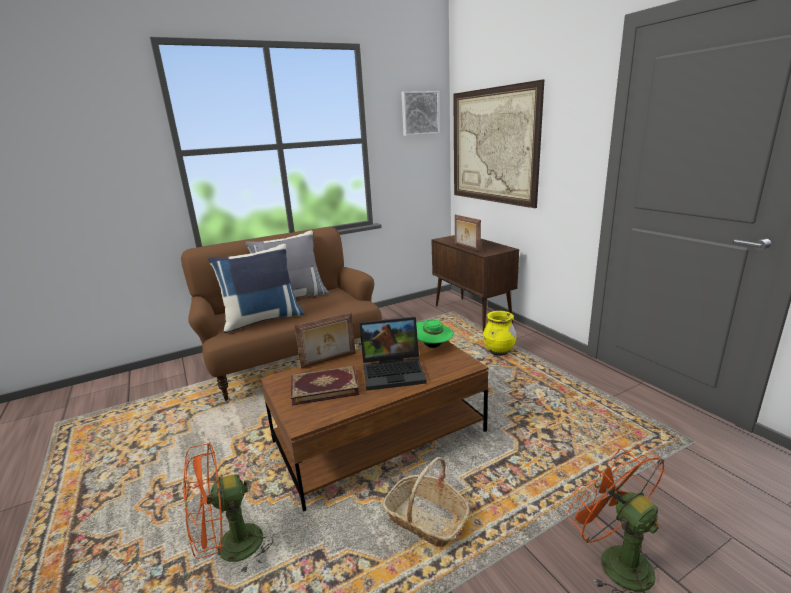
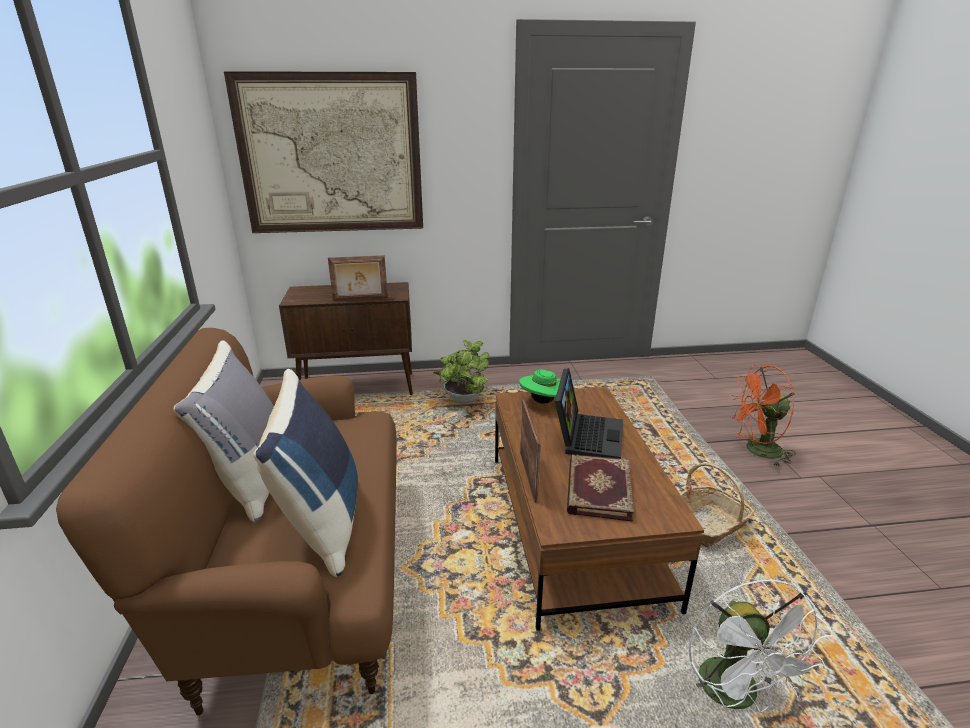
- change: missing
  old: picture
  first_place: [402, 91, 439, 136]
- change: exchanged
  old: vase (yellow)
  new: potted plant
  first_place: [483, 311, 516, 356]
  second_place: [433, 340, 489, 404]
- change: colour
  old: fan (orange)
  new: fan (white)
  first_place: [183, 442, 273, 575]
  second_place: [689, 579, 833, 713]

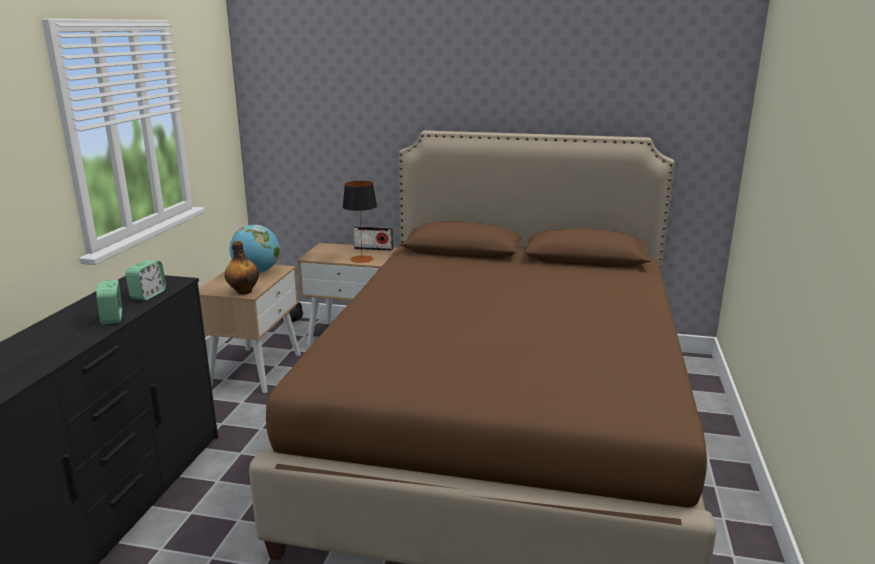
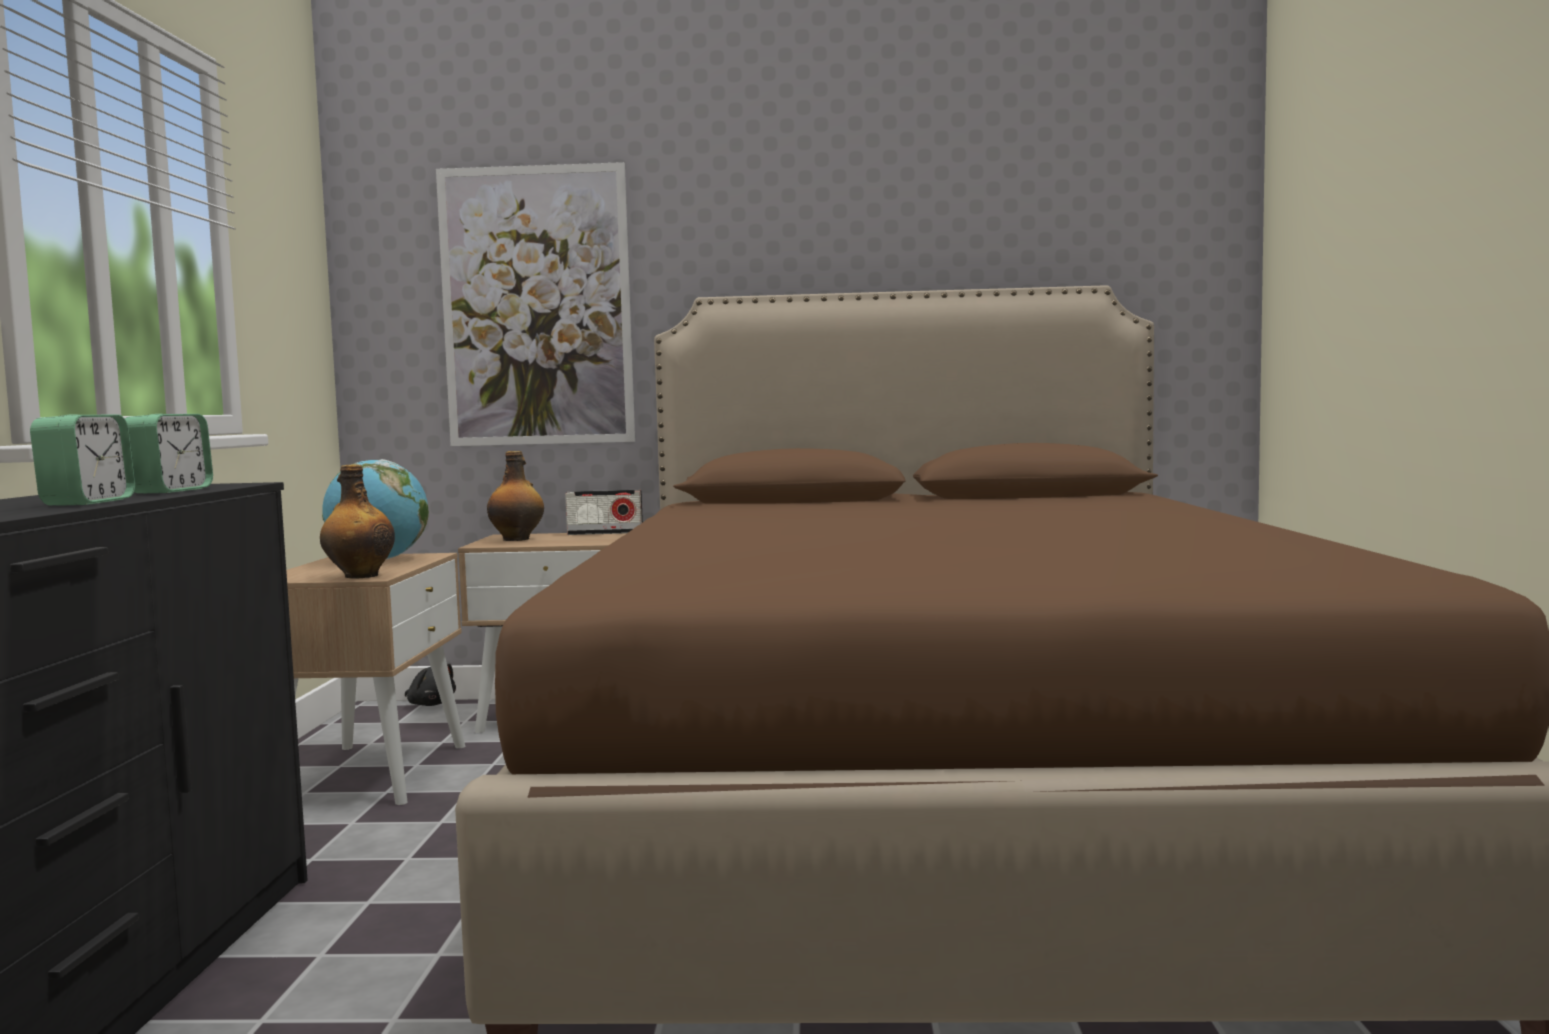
- change: missing
  old: table lamp
  first_place: [342, 181, 377, 263]
- change: appeared
  new: picture
  second_place: [436, 162, 635, 446]
- change: appeared
  new: bottle
  second_place: [487, 451, 544, 541]
- change: spun
  old: alarm clock
  first_place: [96, 280, 122, 325]
  second_place: [30, 414, 135, 506]
  degrees: -150

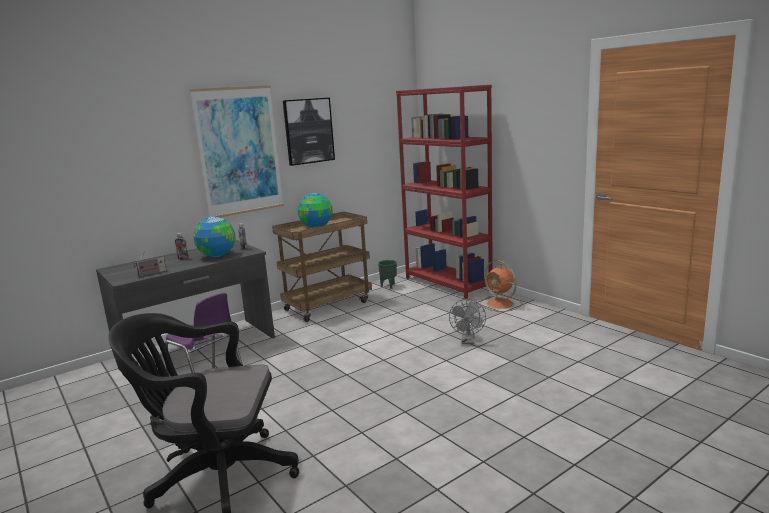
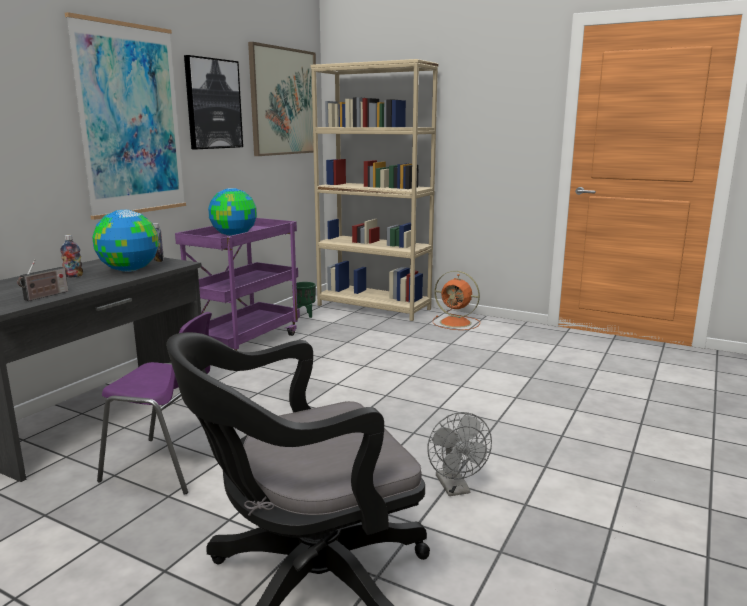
- change: appeared
  new: picture
  second_place: [248, 42, 316, 156]
- change: relocated
  old: fan (grey)
  first_place: [449, 299, 486, 344]
  second_place: [427, 412, 492, 496]
- change: colour
  old: cart (brown)
  new: cart (purple)
  first_place: [272, 211, 372, 322]
  second_place: [175, 218, 300, 350]
- change: colour
  old: bookcase (red)
  new: bookcase (beige)
  first_place: [396, 85, 493, 299]
  second_place: [311, 59, 439, 321]

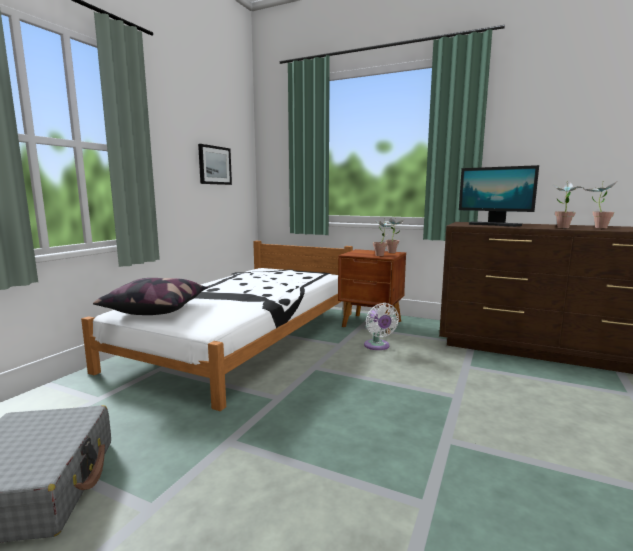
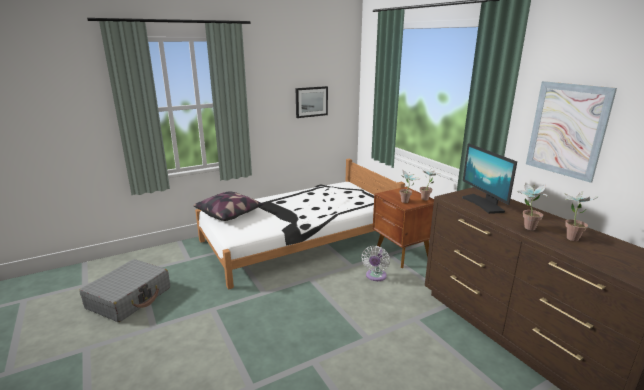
- change: appeared
  new: picture
  second_place: [526, 81, 617, 183]

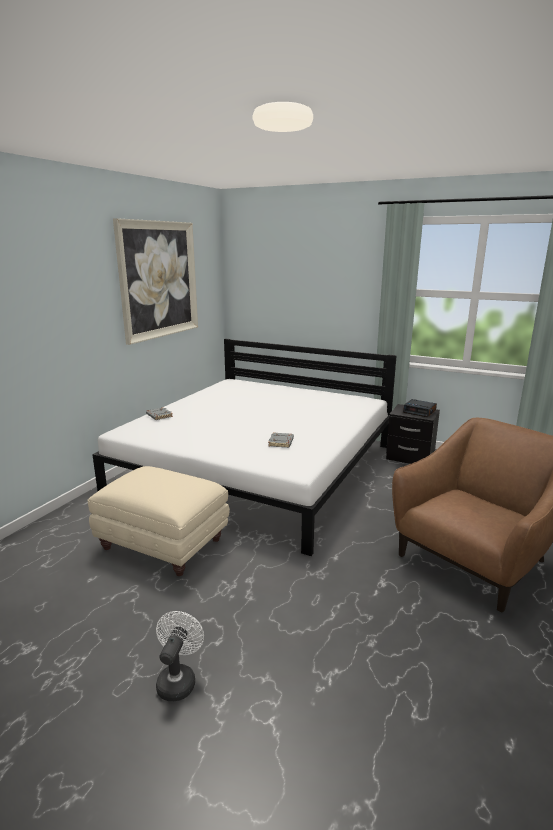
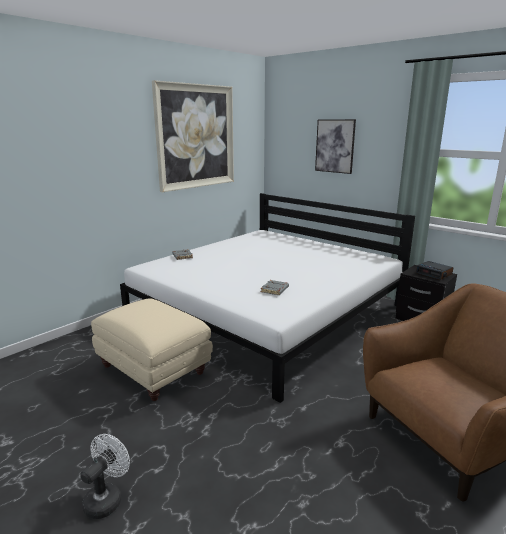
- change: appeared
  new: picture
  second_place: [315, 119, 356, 174]

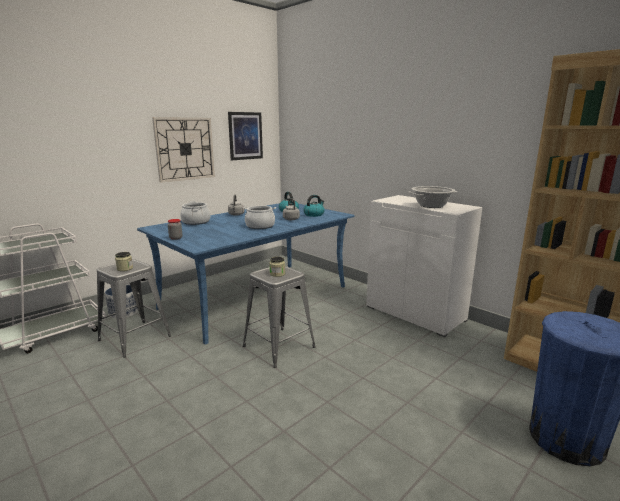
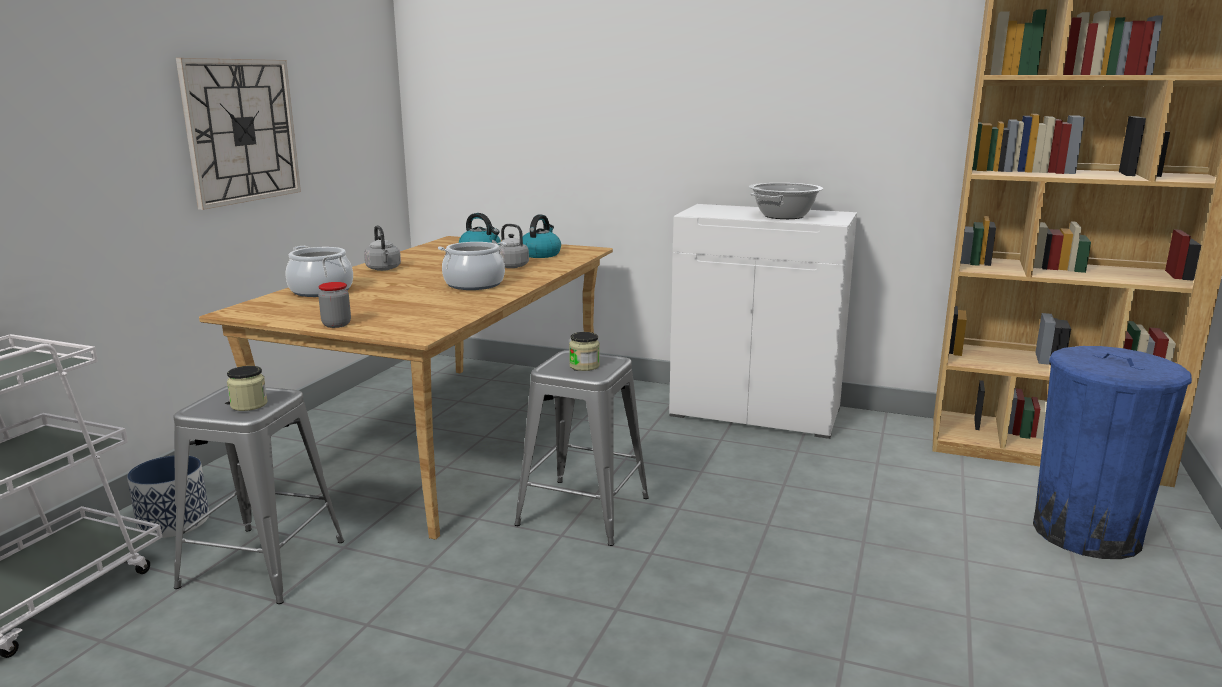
- change: missing
  old: picture
  first_place: [228, 112, 263, 160]
- change: colour
  old: dining table (blue)
  new: dining table (beige)
  first_place: [137, 203, 355, 345]
  second_place: [199, 236, 613, 540]

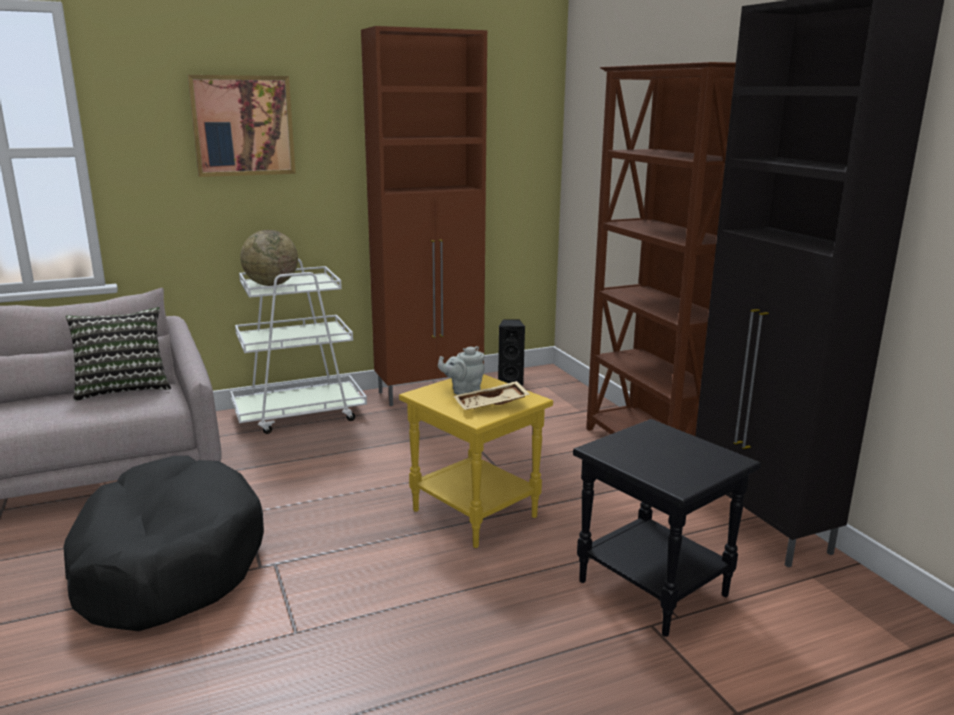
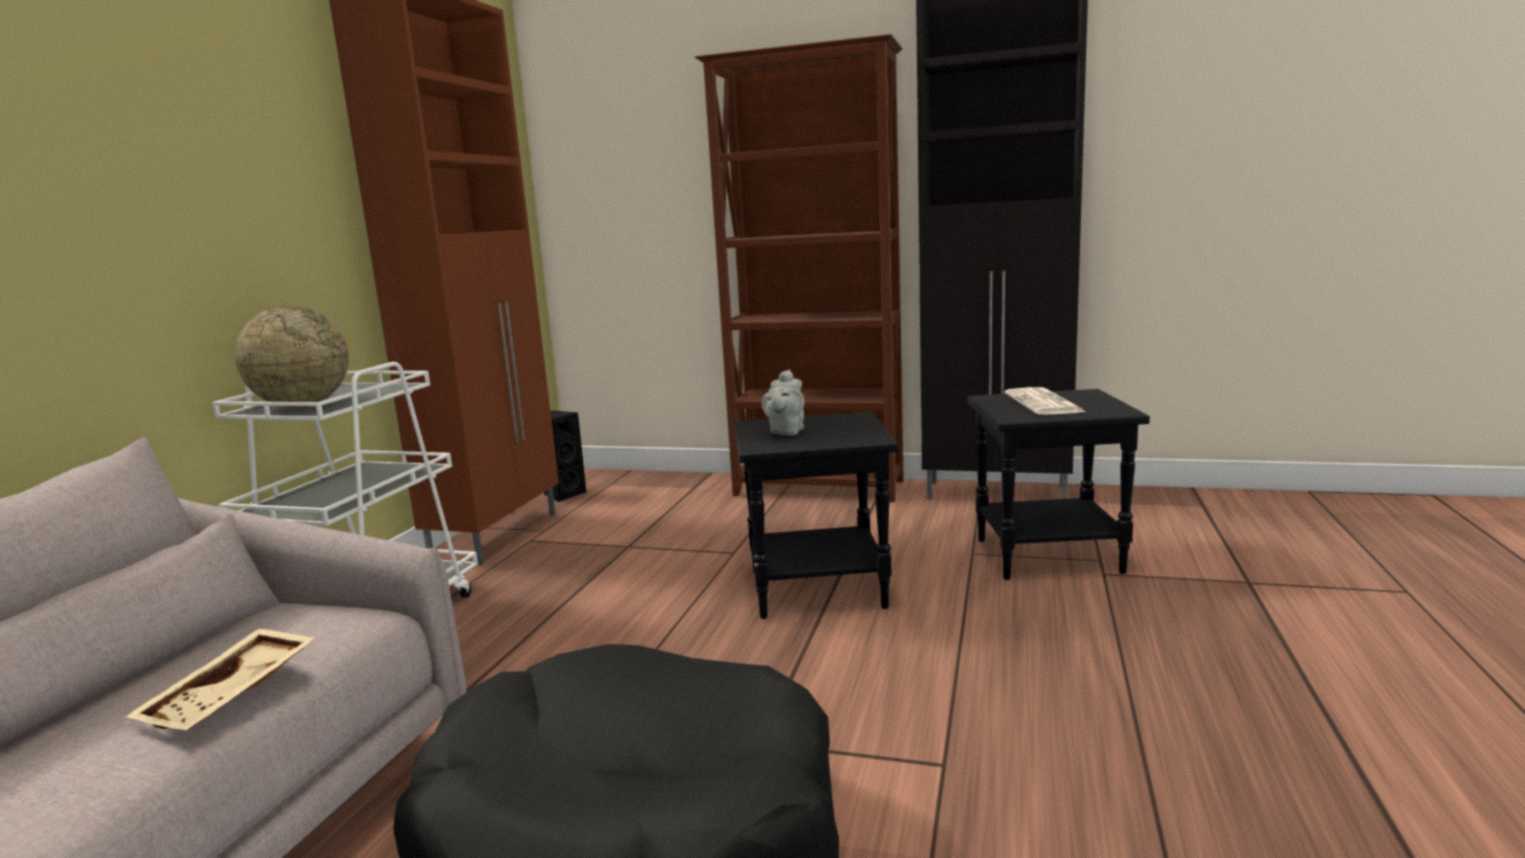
- change: missing
  old: pillow
  first_place: [66, 307, 171, 401]
- change: missing
  old: picture
  first_place: [188, 75, 296, 177]
- change: appeared
  new: newspaper
  second_place: [1005, 387, 1085, 415]
- change: relocated
  old: tray (beige)
  first_place: [454, 381, 530, 410]
  second_place: [126, 628, 315, 730]
- change: colour
  old: side table (yellow)
  new: side table (black)
  first_place: [399, 374, 553, 548]
  second_place: [734, 412, 899, 619]

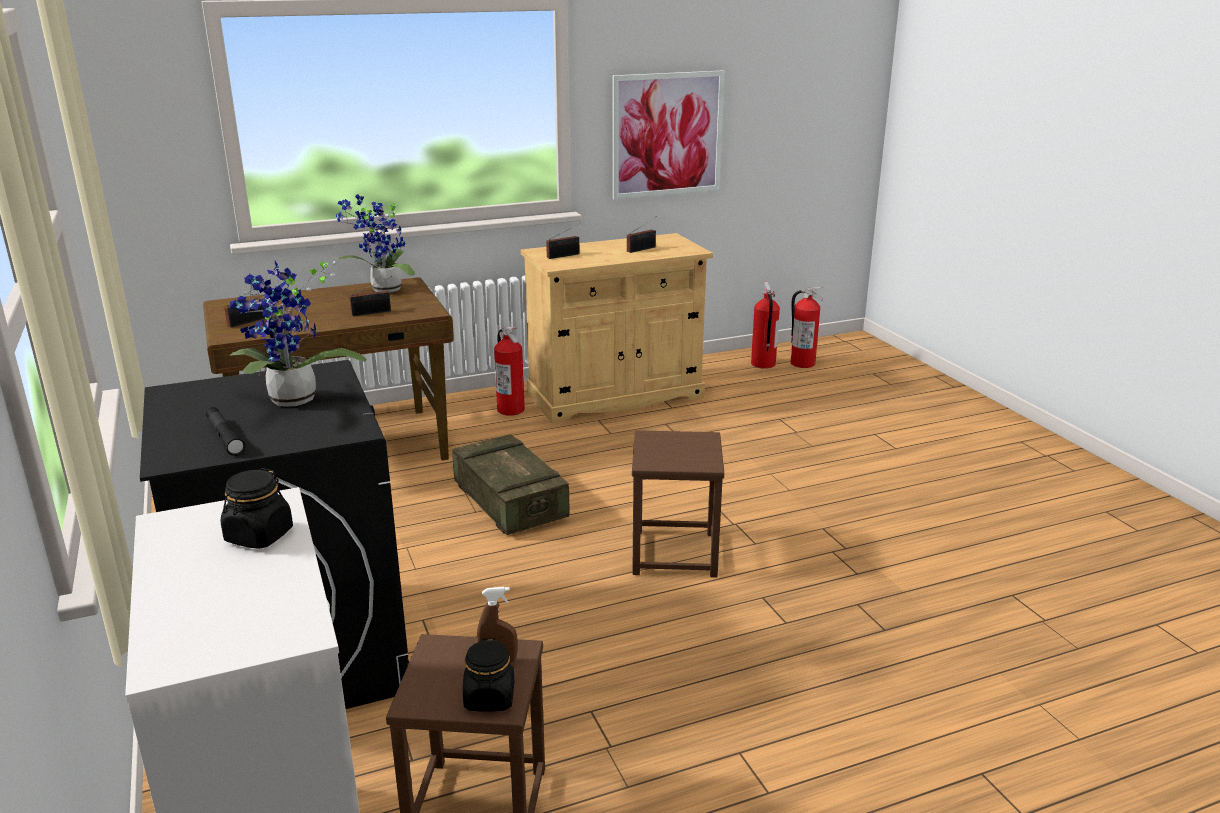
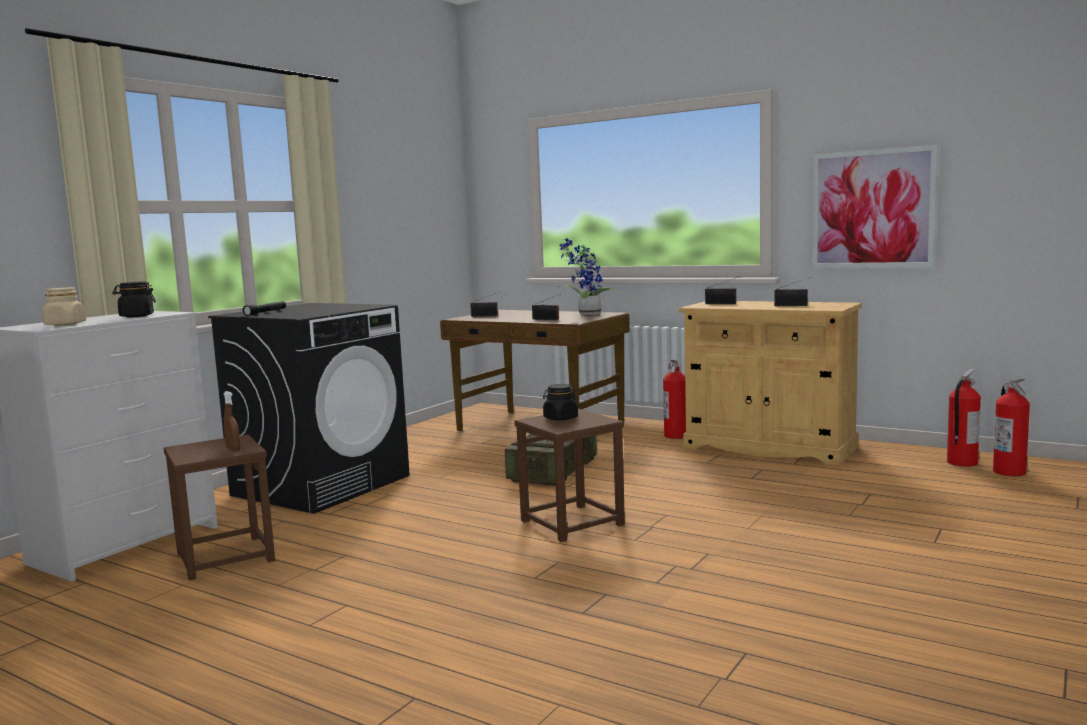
- change: missing
  old: potted plant
  first_place: [230, 261, 366, 406]
- change: appeared
  new: jar (beige)
  second_place: [42, 287, 86, 326]
- change: relocated
  old: jar (black)
  first_place: [463, 638, 514, 712]
  second_place: [543, 384, 578, 421]

